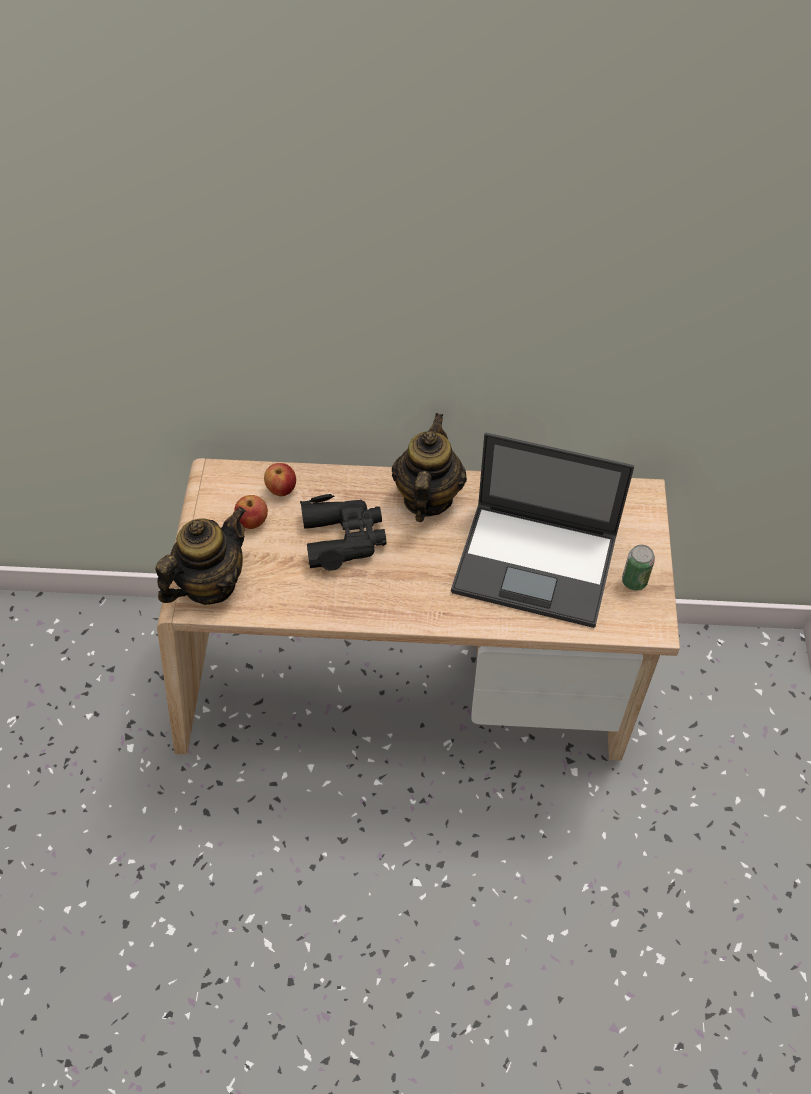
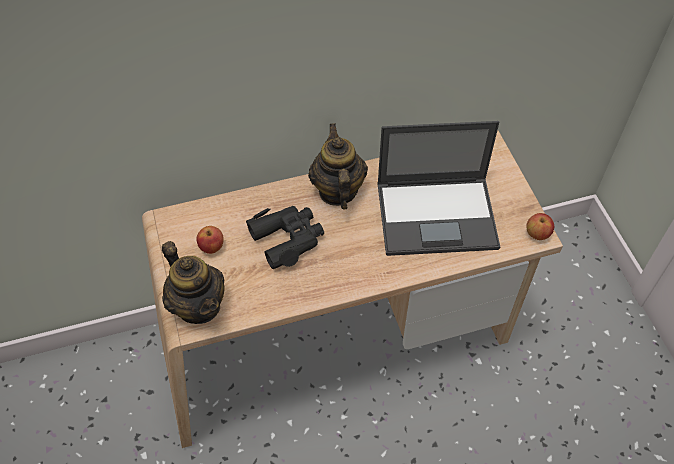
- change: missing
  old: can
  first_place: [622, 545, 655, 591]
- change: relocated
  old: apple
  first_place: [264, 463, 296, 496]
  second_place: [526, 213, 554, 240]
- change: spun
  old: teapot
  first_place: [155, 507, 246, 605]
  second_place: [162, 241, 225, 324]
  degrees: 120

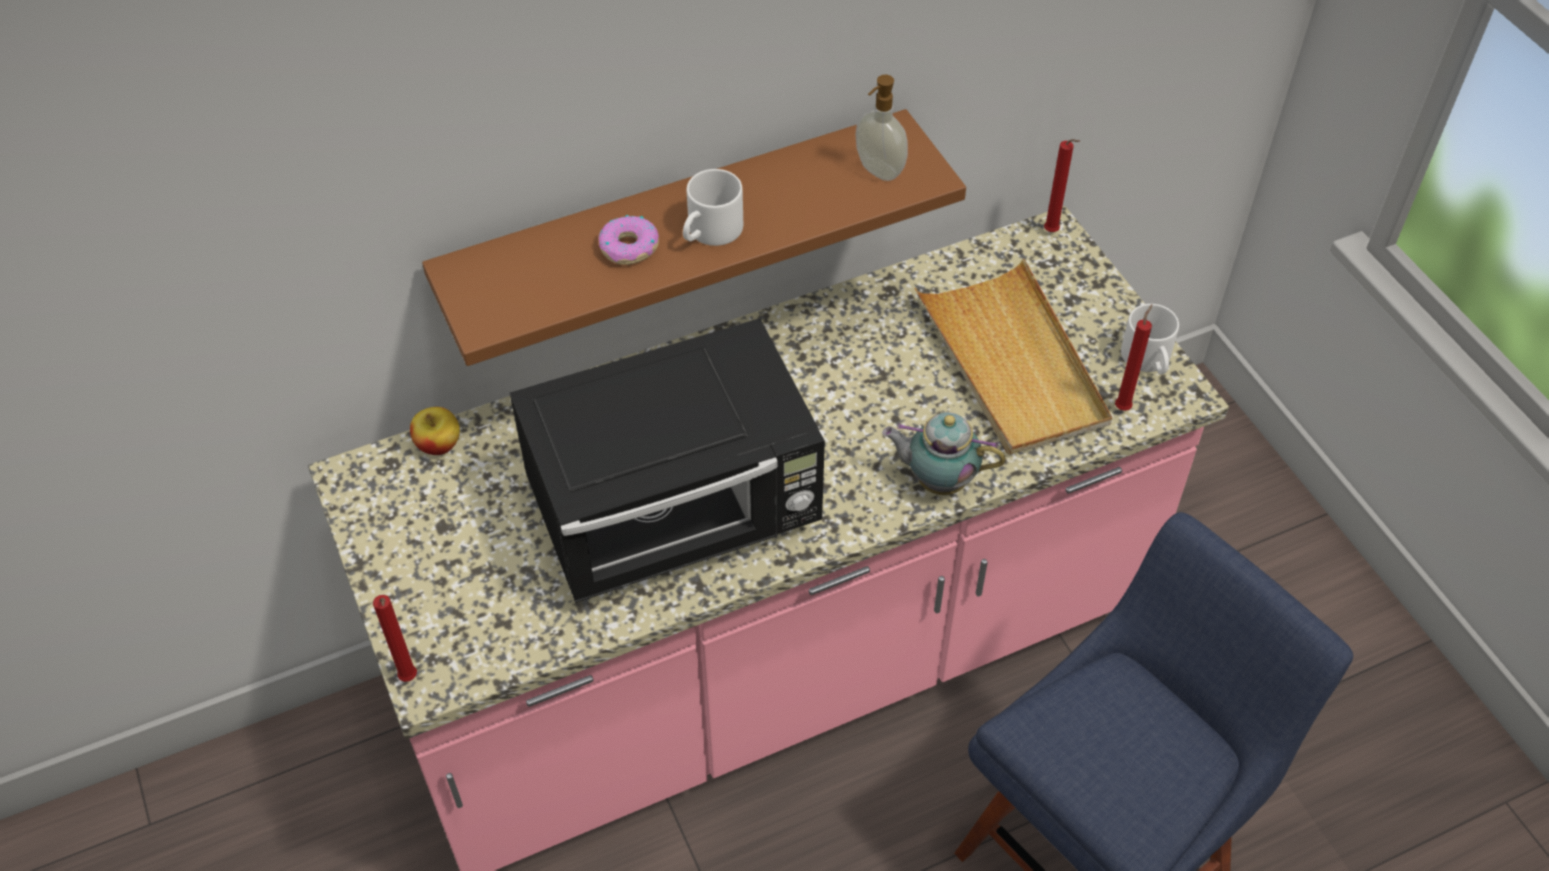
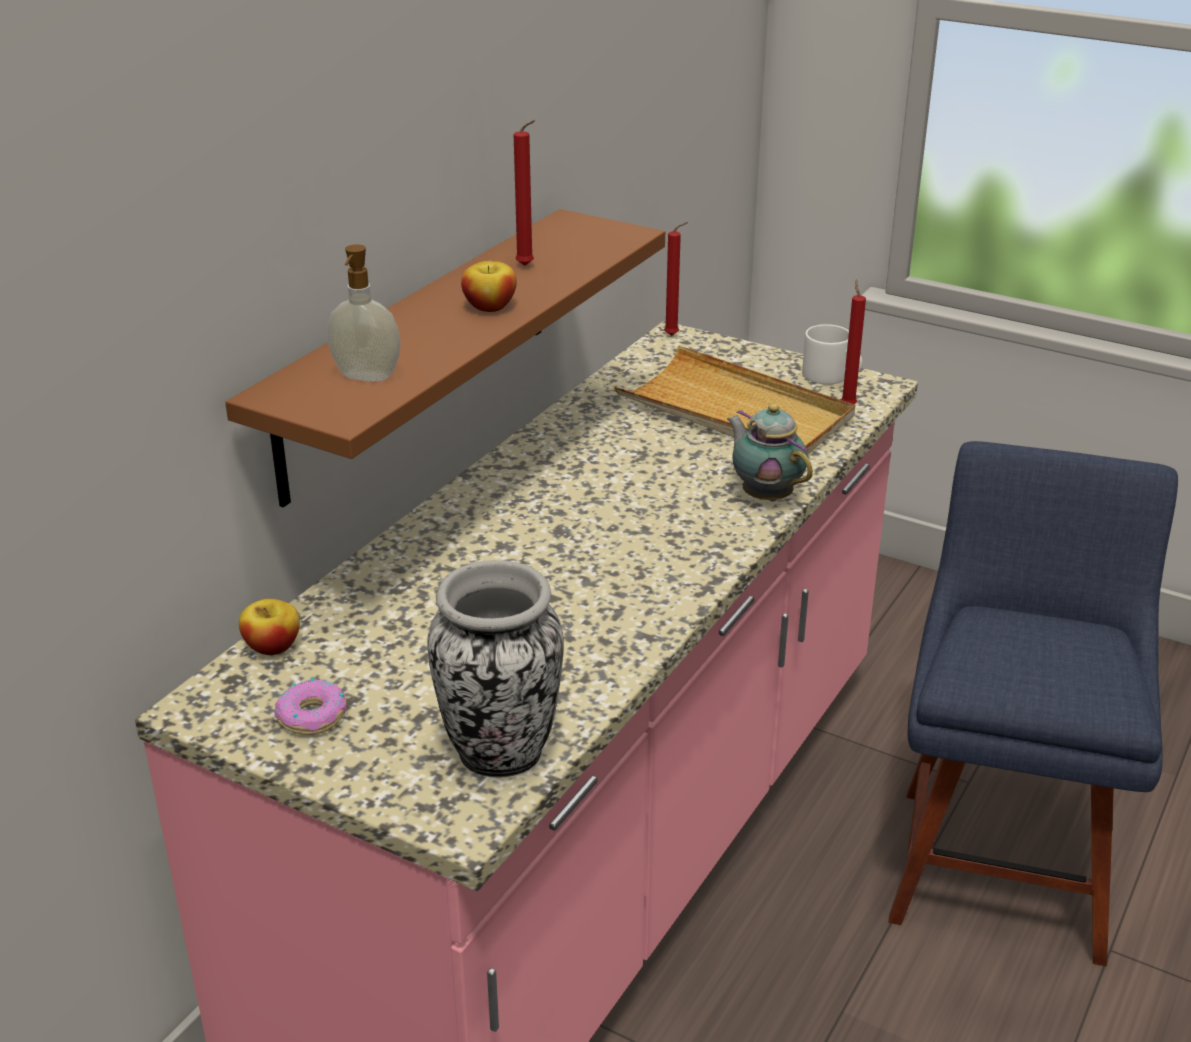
- change: missing
  old: microwave (black)
  first_place: [510, 318, 825, 603]
- change: appeared
  new: vase
  second_place: [427, 560, 564, 777]
- change: relocated
  old: candle (red)
  first_place: [373, 595, 417, 682]
  second_place: [514, 120, 535, 266]
- change: relocated
  old: donut
  first_place: [598, 215, 659, 265]
  second_place: [275, 678, 347, 735]
- change: relocated
  old: soap dispenser
  first_place: [855, 75, 908, 181]
  second_place: [327, 244, 401, 381]
- change: exchanged
  old: mug (white)
  new: apple
  first_place: [683, 169, 743, 246]
  second_place: [461, 261, 517, 312]
- change: spun
  old: teapot
  first_place: [882, 412, 1005, 495]
  second_place: [727, 404, 813, 502]
  degrees: 75

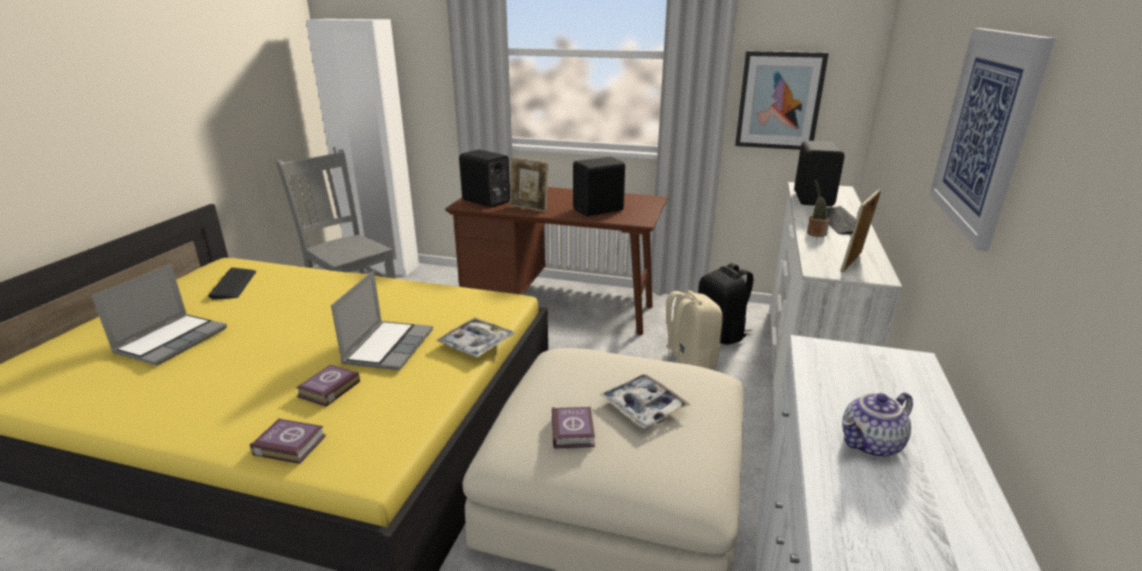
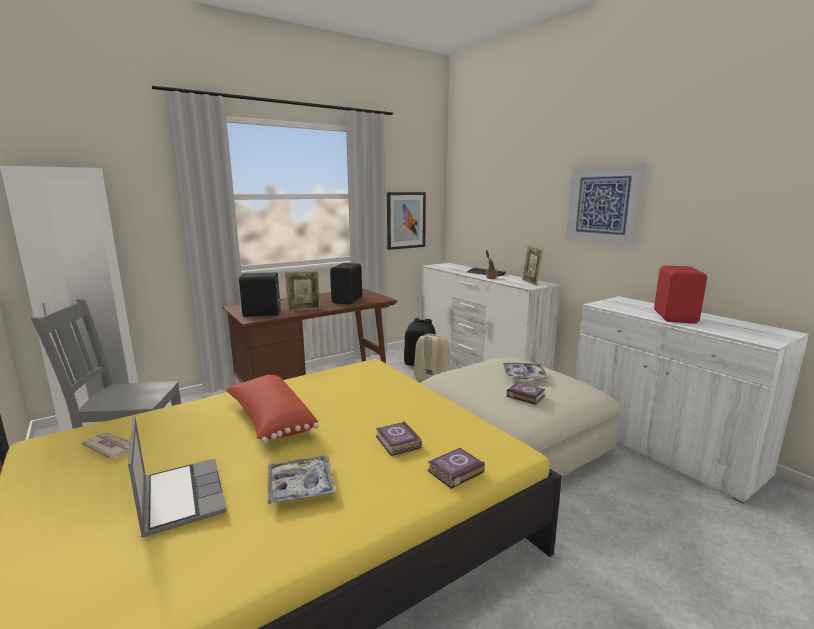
- change: missing
  old: laptop
  first_place: [331, 270, 433, 370]
- change: missing
  old: speaker (black)
  first_place: [794, 141, 845, 206]
- change: appeared
  new: pillow (red)
  second_place: [226, 375, 319, 443]
- change: relocated
  old: tray
  first_place: [436, 317, 515, 358]
  second_place: [268, 456, 337, 505]
- change: exchanged
  old: keyboard
  new: newspaper
  first_place: [208, 267, 256, 300]
  second_place: [81, 432, 130, 459]
- change: exchanged
  old: teapot
  new: speaker (red)
  first_place: [842, 392, 913, 458]
  second_place: [654, 265, 707, 323]

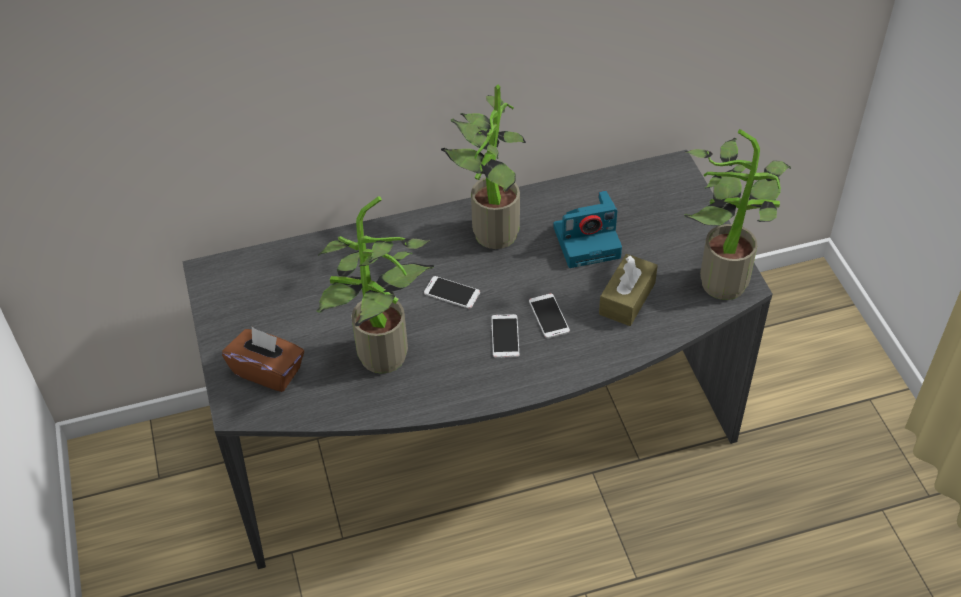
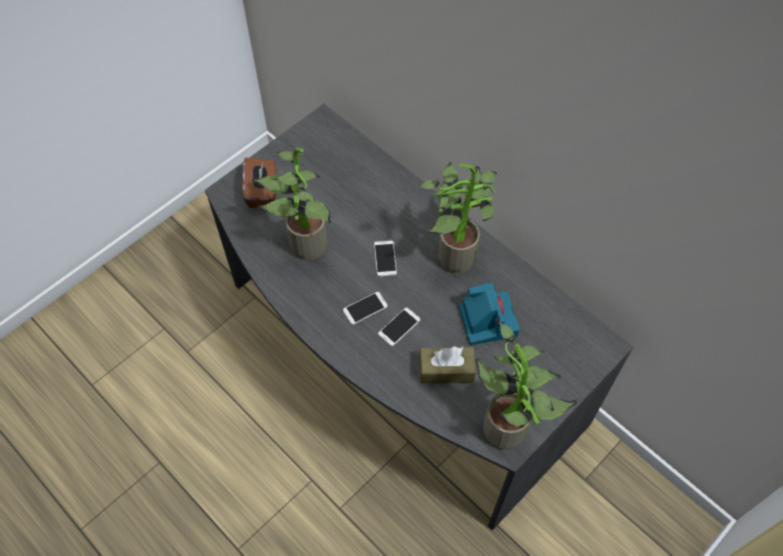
- change: spun
  old: photo camera
  first_place: [553, 191, 622, 268]
  second_place: [459, 282, 520, 345]
  degrees: -150

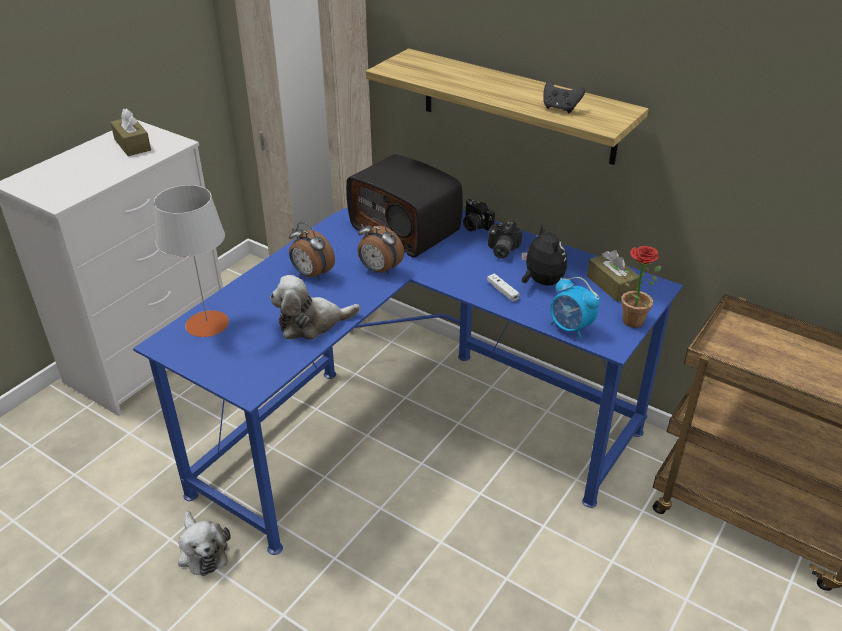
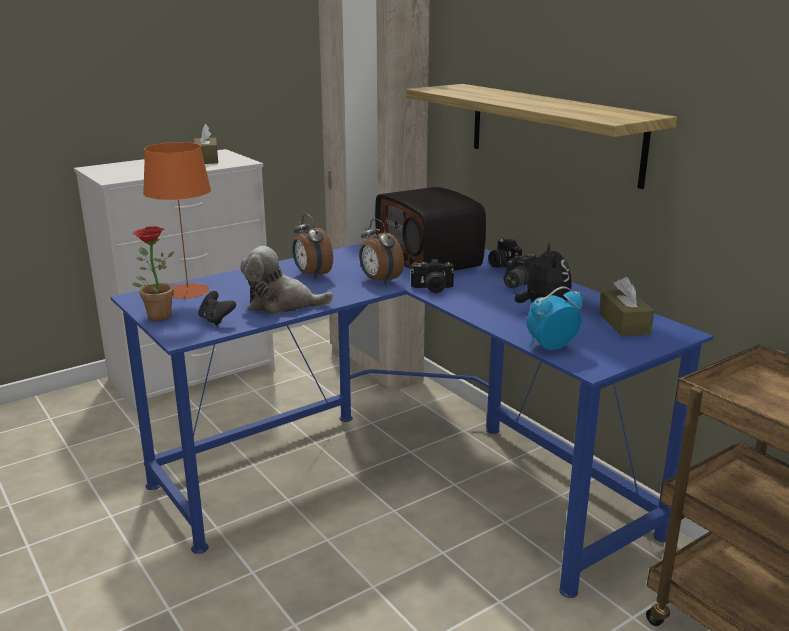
- change: missing
  old: plush toy
  first_place: [178, 511, 231, 576]
- change: missing
  old: game controller (white)
  first_place: [487, 273, 519, 302]
- change: appeared
  new: photo camera
  second_place: [411, 258, 455, 293]
- change: relocated
  old: game controller (black)
  first_place: [543, 81, 585, 113]
  second_place: [198, 291, 236, 326]
- change: relocated
  old: potted plant
  first_place: [609, 246, 661, 328]
  second_place: [133, 226, 174, 321]
- change: colour
  old: table lamp (grey)
  new: table lamp (orange)
  first_place: [154, 185, 229, 337]
  second_place: [143, 142, 211, 299]
- change: spun
  old: alarm clock
  first_place: [550, 277, 600, 339]
  second_place: [526, 287, 583, 350]
  degrees: 90

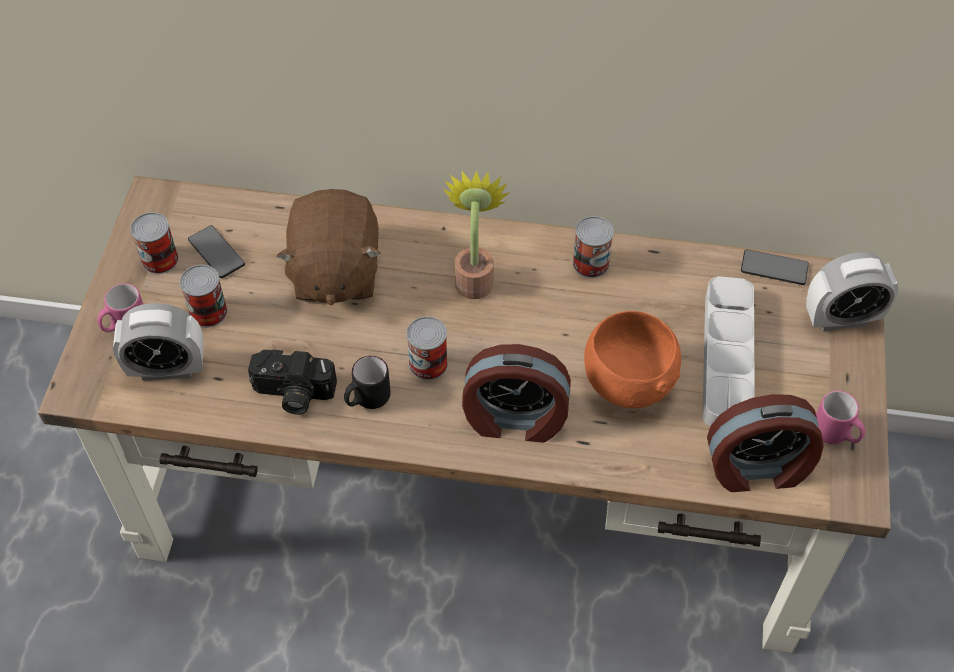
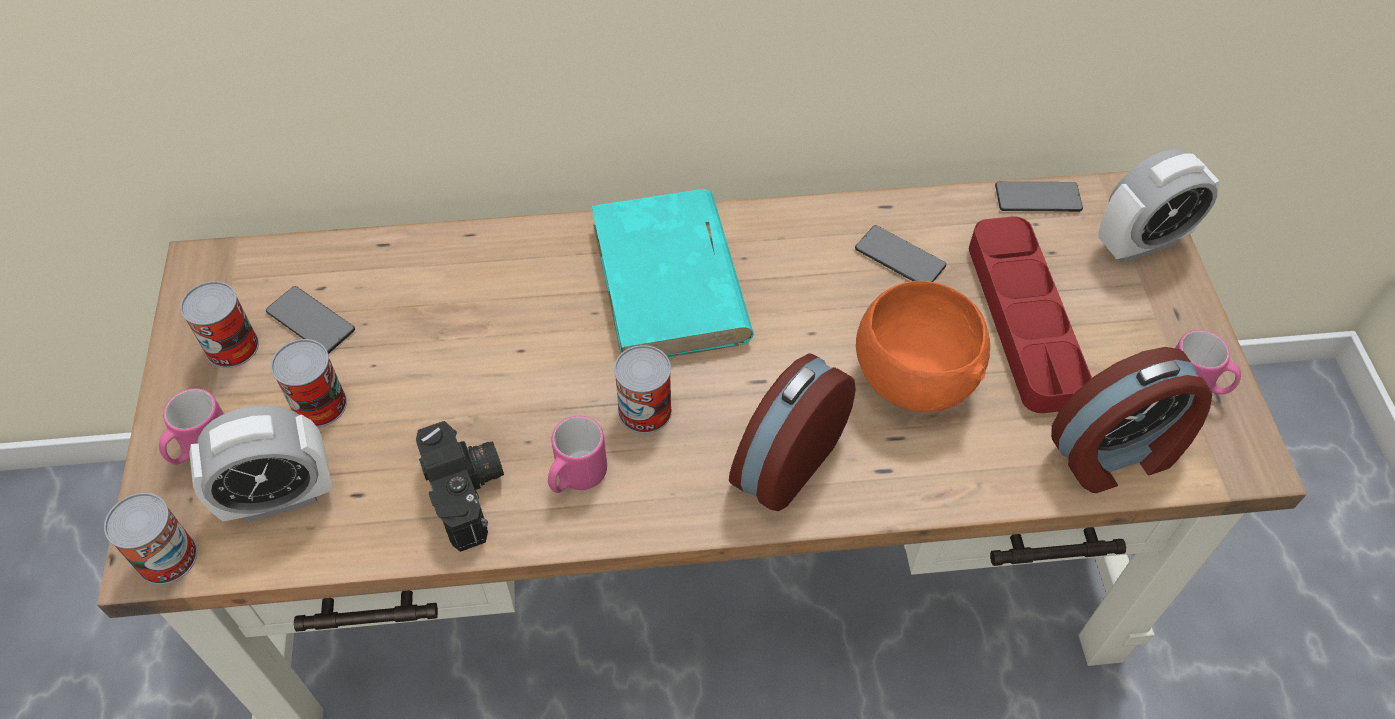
- change: missing
  old: plush toy (brown)
  first_place: [276, 189, 381, 305]
- change: appeared
  new: phone
  second_place: [855, 225, 946, 282]
- change: relocated
  old: can
  first_place: [572, 216, 614, 278]
  second_place: [104, 493, 197, 585]
- change: exchanged
  old: potted plant
  new: book (turquoise)
  first_place: [443, 170, 509, 299]
  second_place: [591, 189, 754, 358]
- change: colour
  old: mug (black)
  new: mug (pink)
  first_place: [344, 356, 391, 409]
  second_place: [548, 416, 607, 493]
- change: colour
  old: tray (grey)
  new: tray (red)
  first_place: [703, 276, 755, 426]
  second_place: [969, 216, 1092, 413]
- change: spun
  old: photo camera
  first_place: [248, 350, 337, 415]
  second_place: [416, 421, 504, 552]
  degrees: -105
- change: spun
  old: alarm clock
  first_place: [462, 344, 571, 443]
  second_place: [729, 353, 856, 511]
  degrees: 135

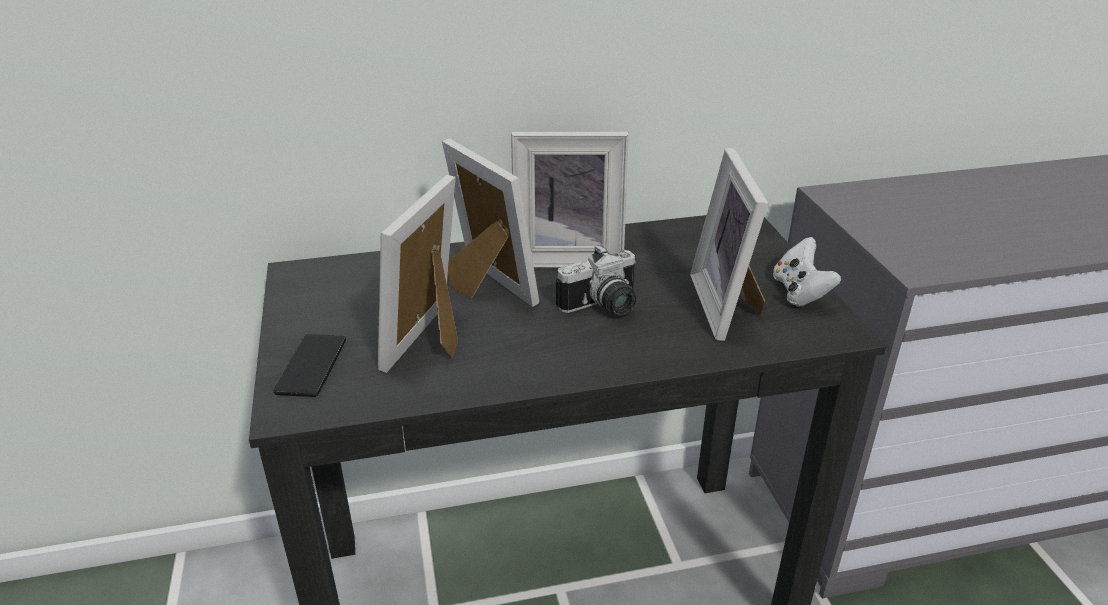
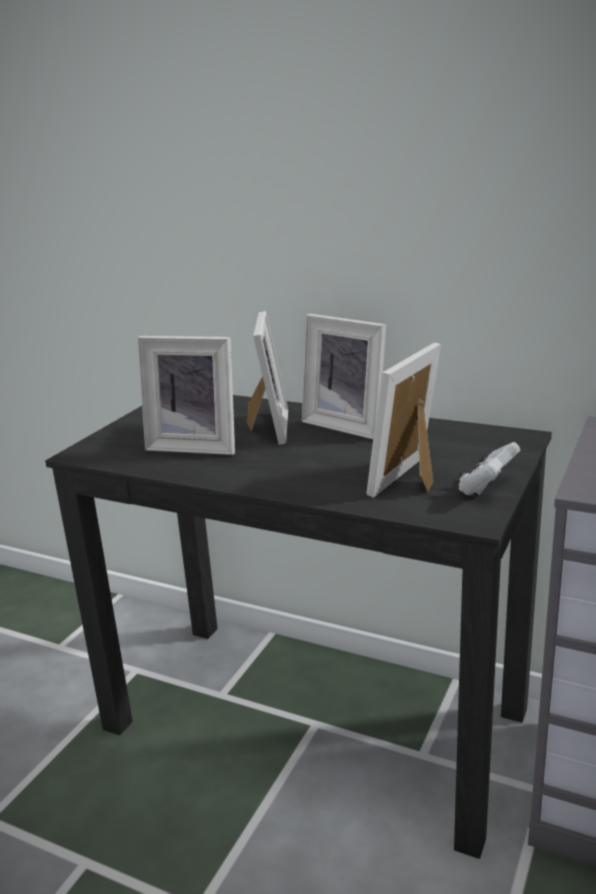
- change: missing
  old: phone
  first_place: [274, 334, 346, 397]
- change: missing
  old: photo camera
  first_place: [556, 245, 636, 315]
- change: spun
  old: picture frame
  first_place: [378, 175, 458, 373]
  second_place: [137, 336, 235, 455]
  degrees: -135

